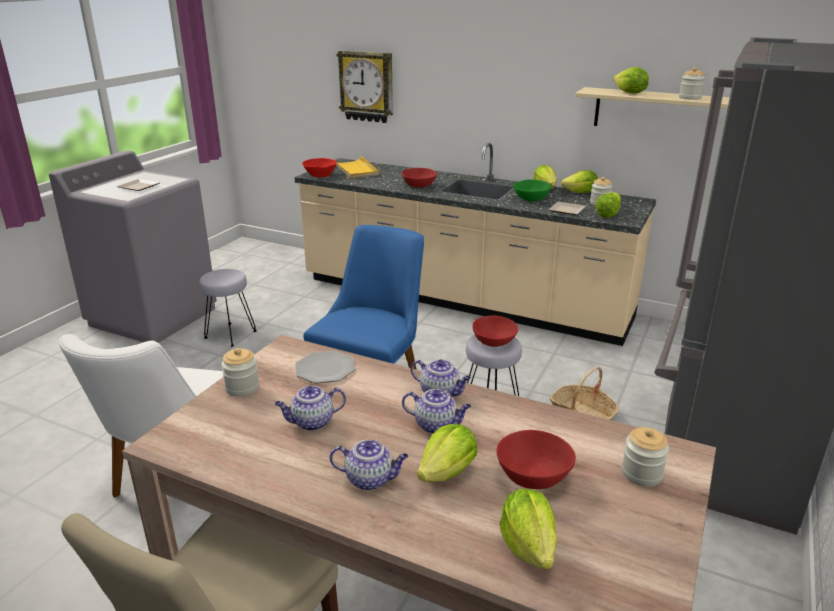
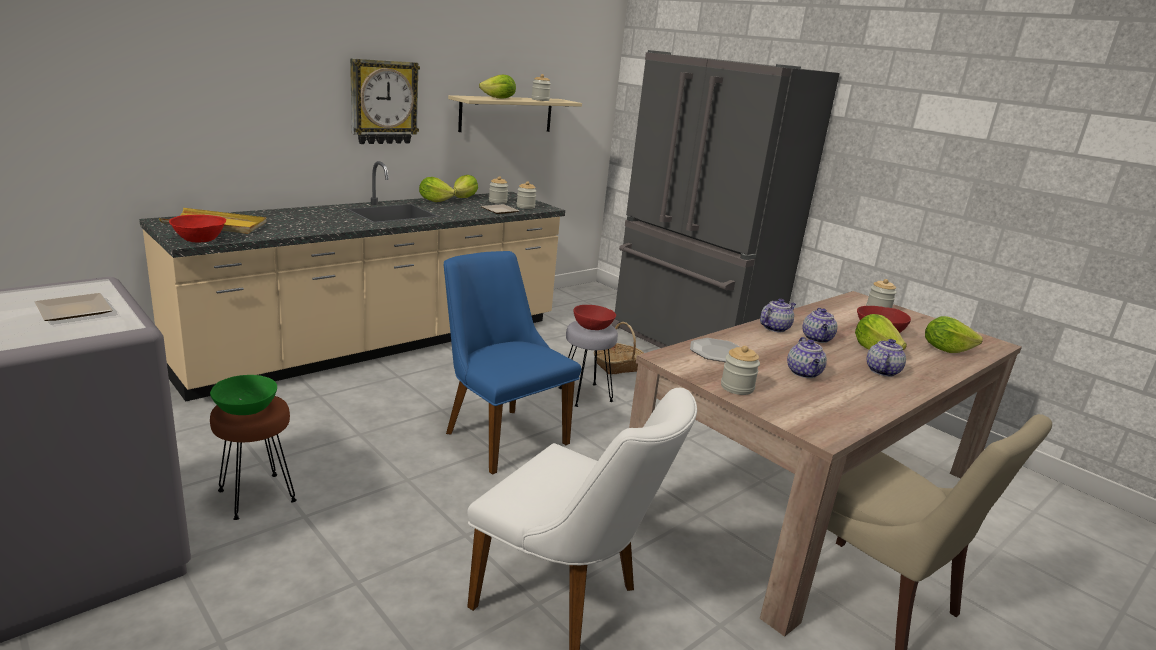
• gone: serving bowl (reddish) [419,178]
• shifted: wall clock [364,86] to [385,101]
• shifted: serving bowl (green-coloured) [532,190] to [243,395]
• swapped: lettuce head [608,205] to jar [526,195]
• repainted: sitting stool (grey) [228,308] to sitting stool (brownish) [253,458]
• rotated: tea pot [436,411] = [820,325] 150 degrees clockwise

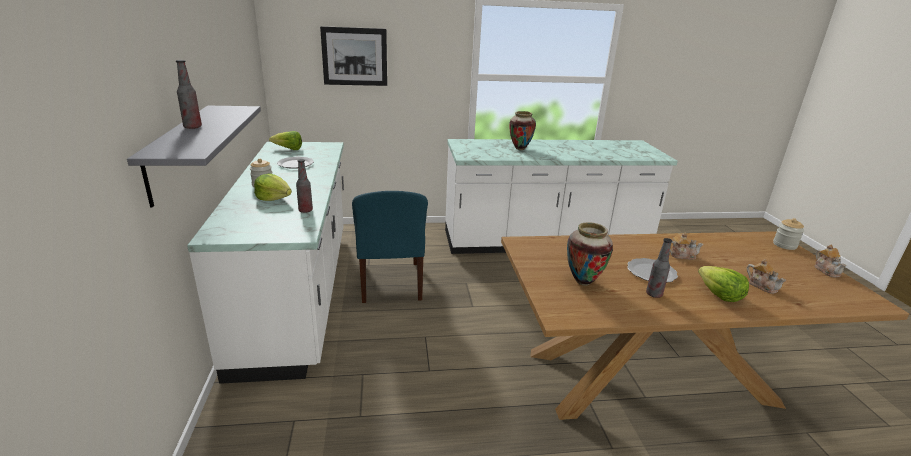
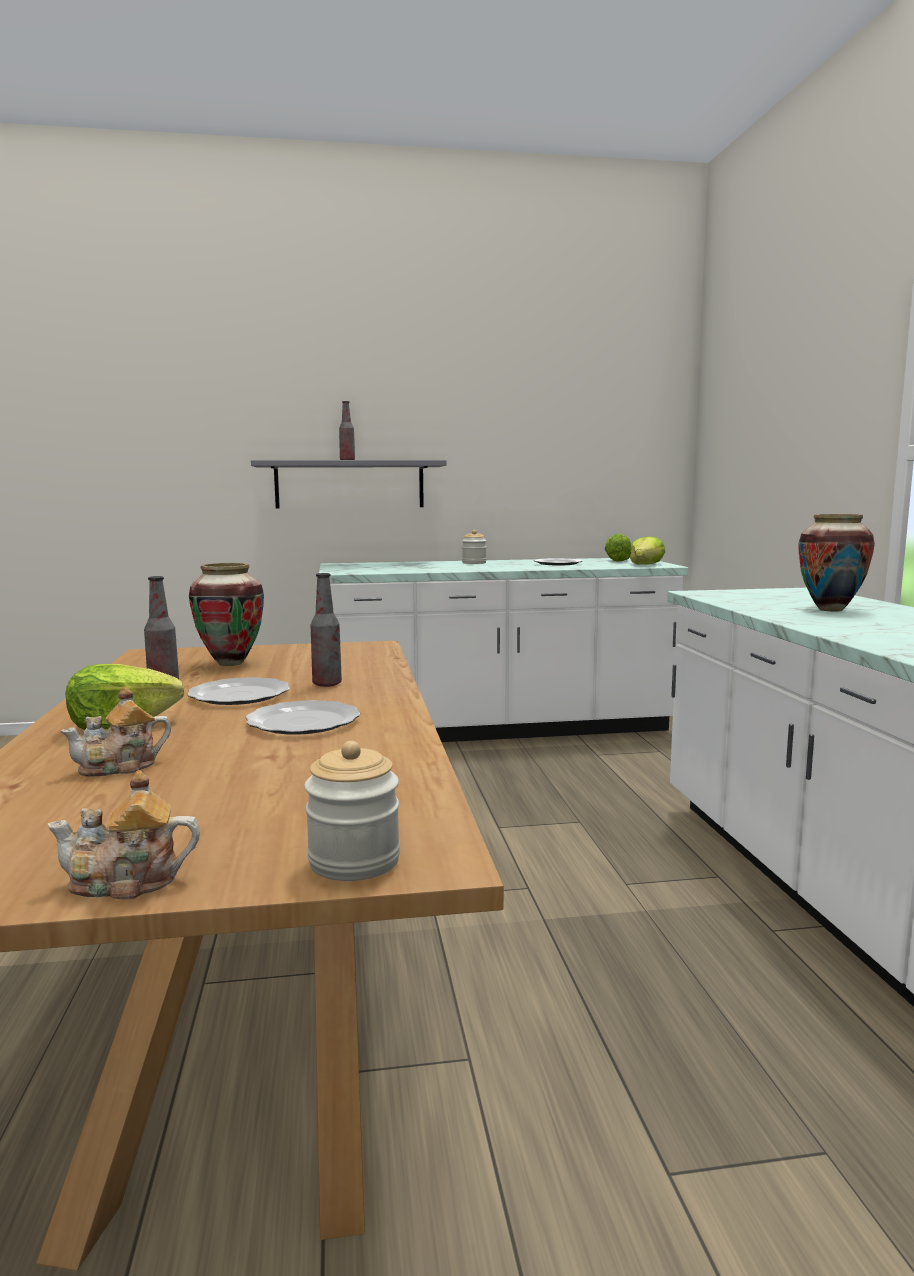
• gone: picture [353,56]
• gone: chair (blue) [390,247]
• shifted: lettuce head [273,187] to [647,550]
• shifted: beverage bottle [304,186] to [326,630]
• swapped: tea pot [687,246] to plate [303,717]

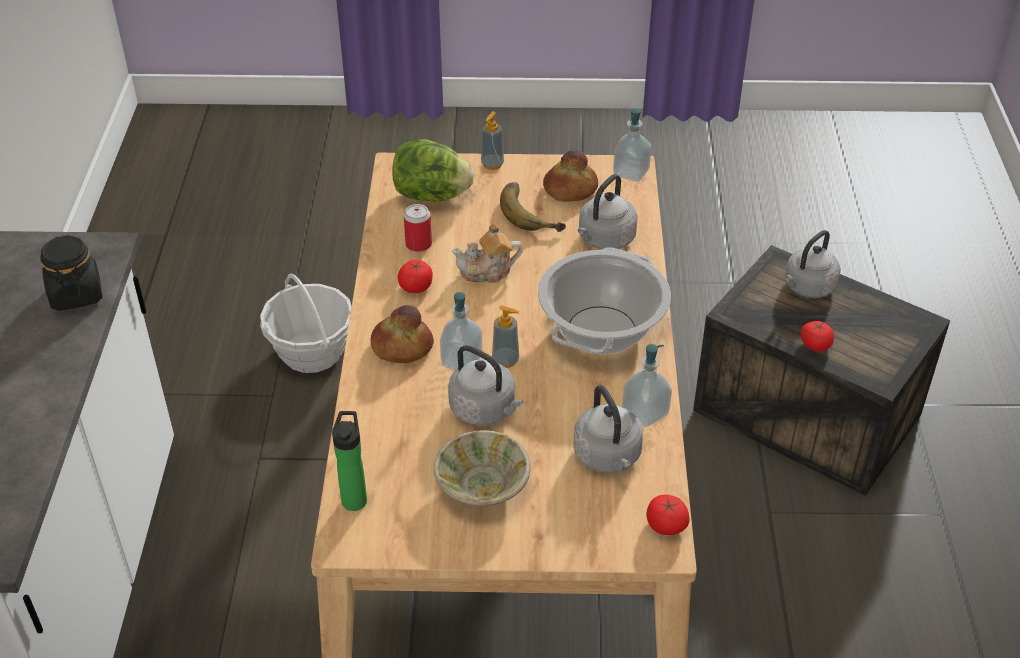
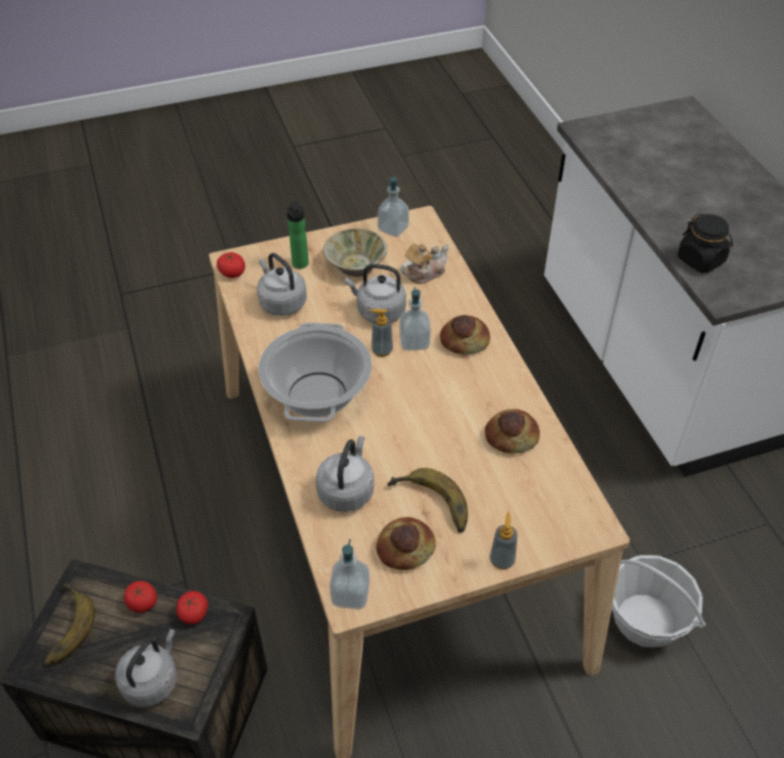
• gone: lettuce head [433,170]
• new: banana fruit [69,625]
• shifted: beverage bottle [349,461] to [298,235]
• shifted: tomato [415,276] to [192,607]
• shifted: tea pot [487,253] to [425,263]
• shifted: liquid soap bottle [647,385] to [393,207]
• swapped: can [418,228] to bakery bread [512,431]

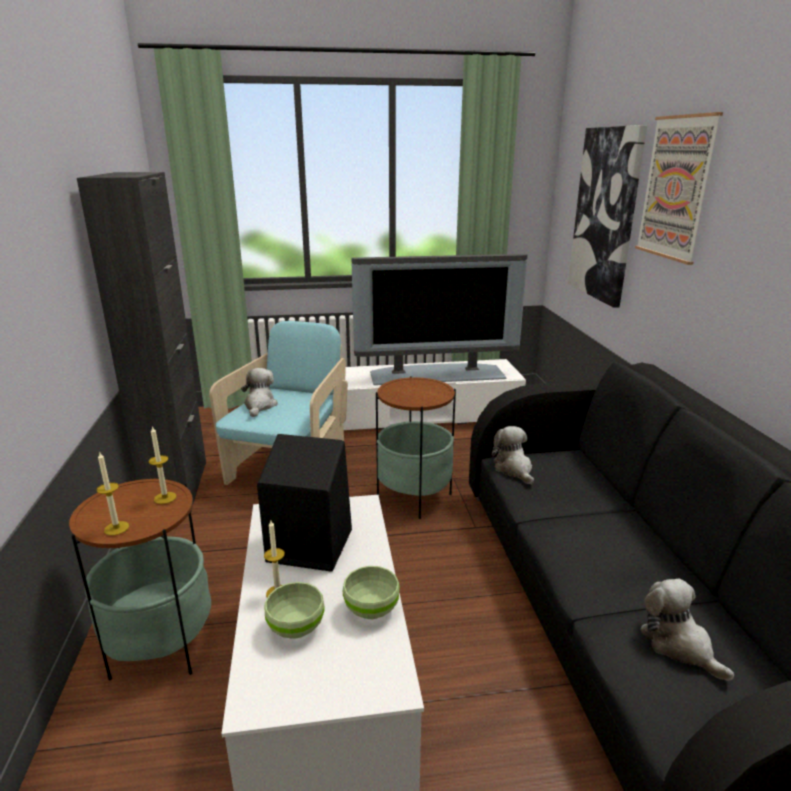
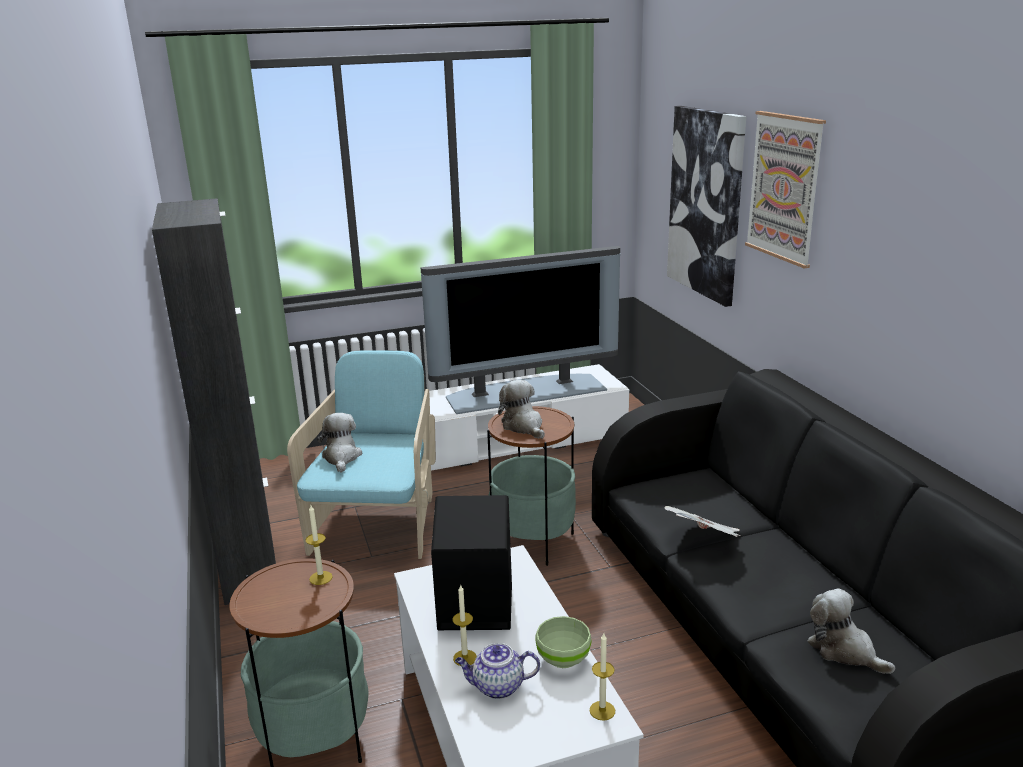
• new: printed paper [702,521]
• shifted: wax light [113,493] to [602,677]
• shifted: cuddly toy [513,455] to [521,409]
• swapped: serving bowl (green-coloured) [295,610] to tea pot [497,671]

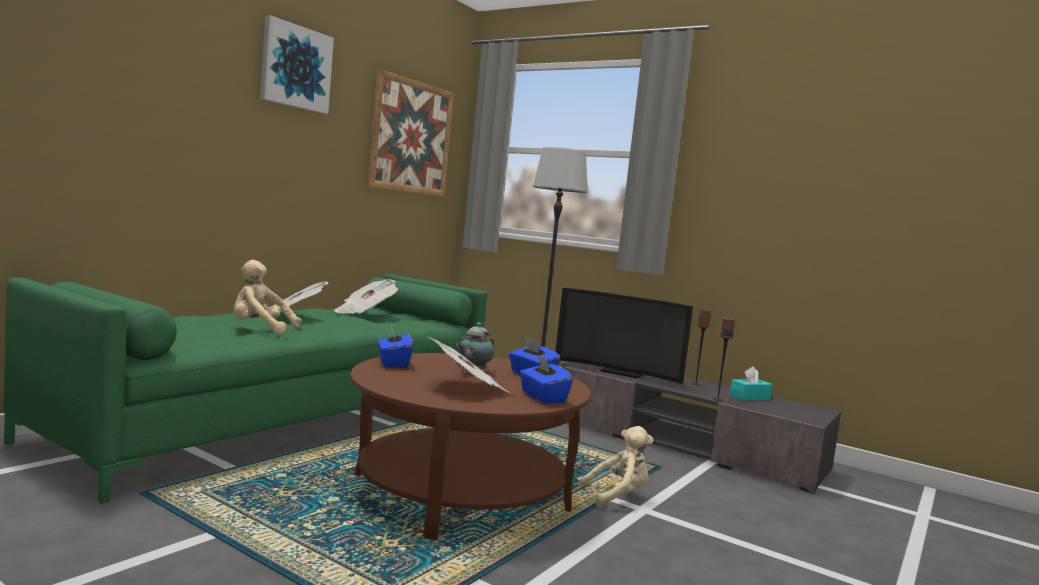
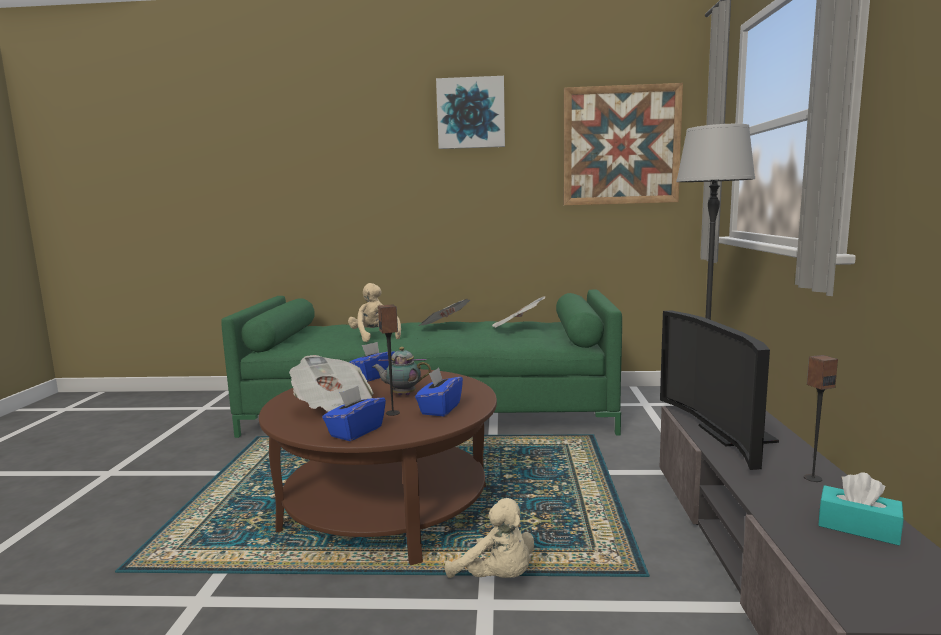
• shifted: speaker [723,359] to [389,360]

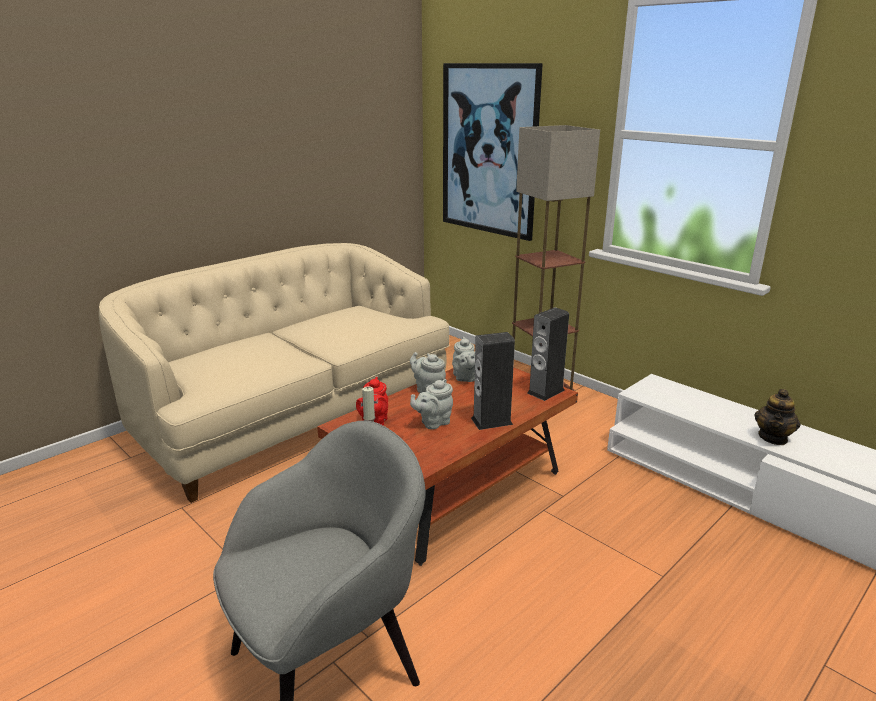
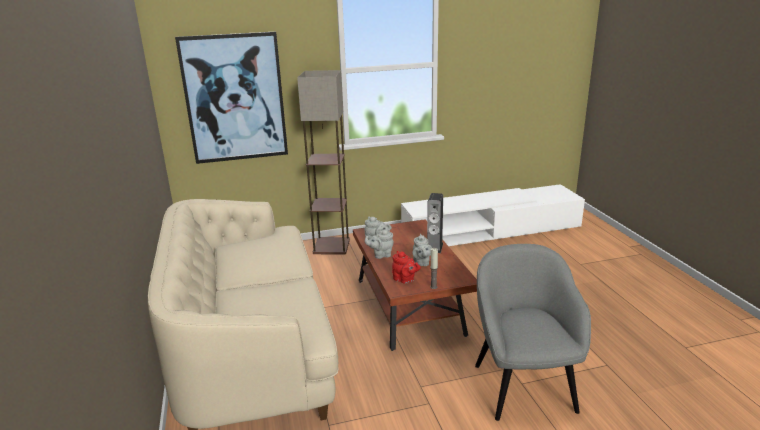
• gone: speaker [548,354]
• gone: tea pot [777,417]

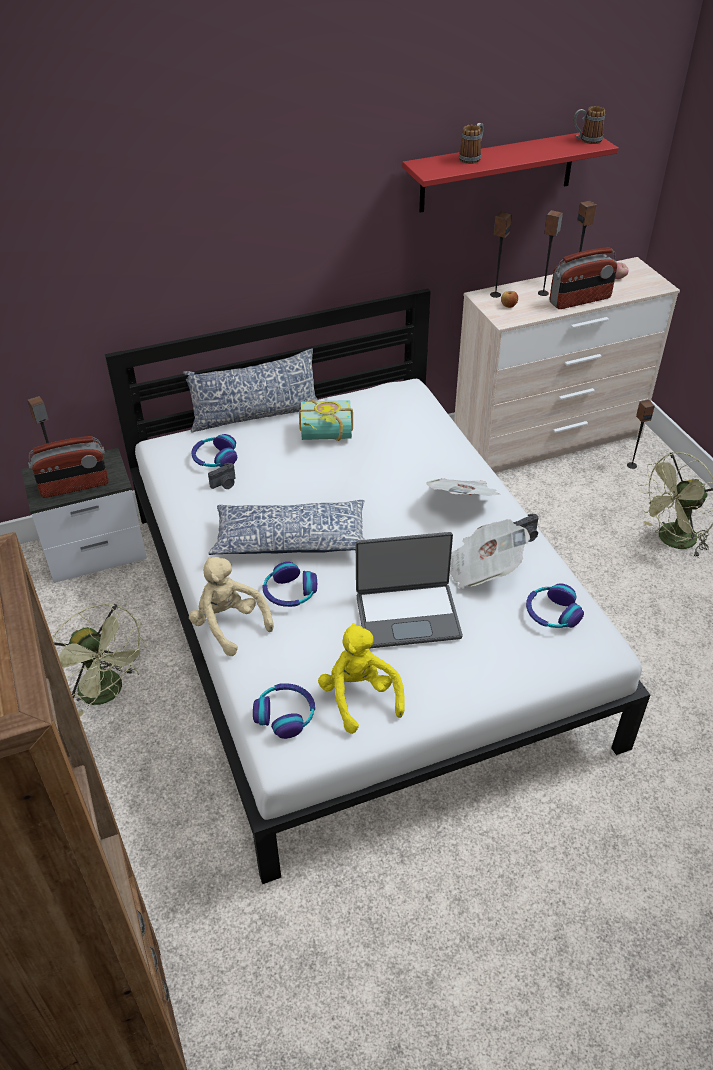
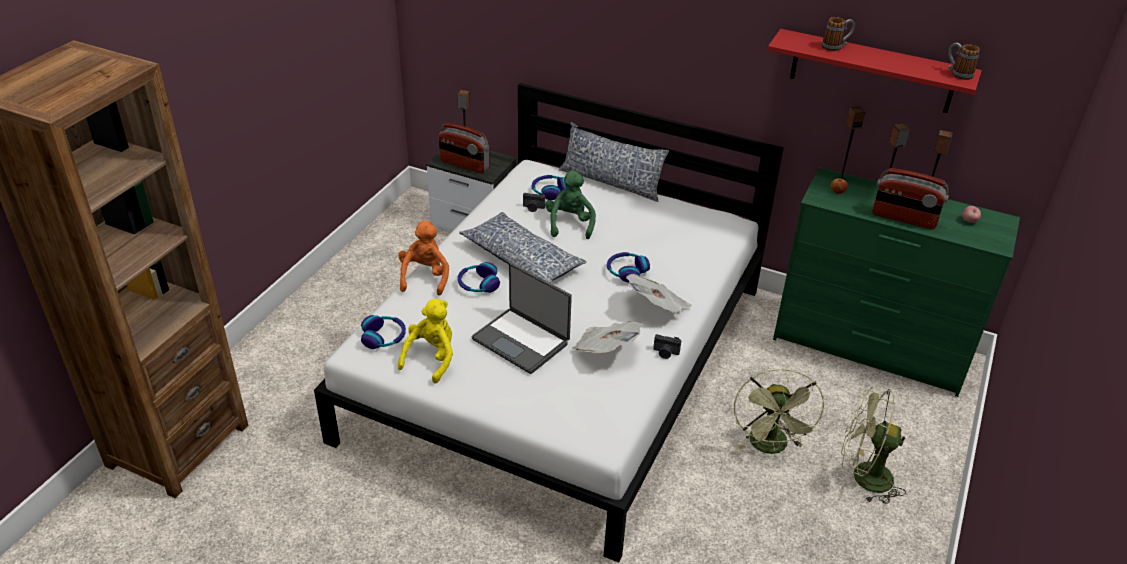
• gone: bound book [326,420]
• gone: speaker [641,434]
• new: cuddly toy (green-coloured) [570,204]
• shifted: fan (green-coloured) [100,660] to [780,411]
• shifted: headset [555,606] to [628,267]
• repainted: cuddly toy (beige-coloured) [231,606] to cuddly toy (orange) [423,258]
• repainted: dresser (beige-coloured) [567,365] to dresser (green-coloured) [896,282]

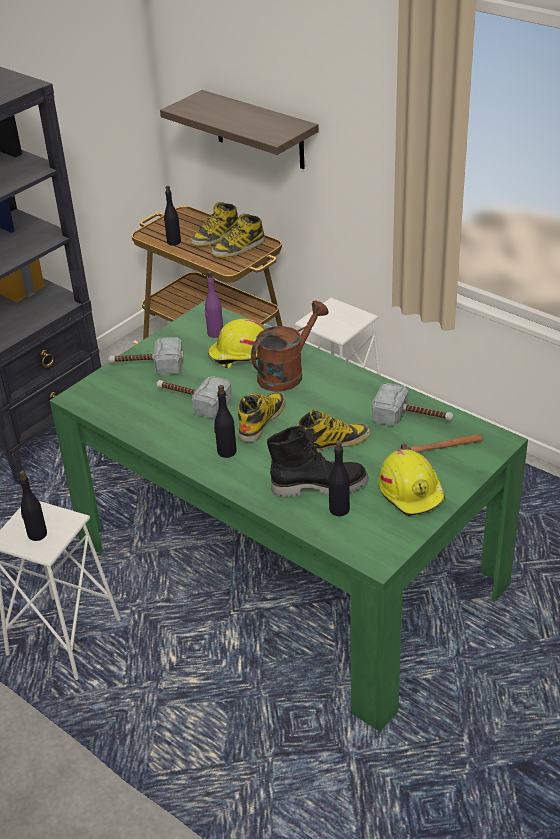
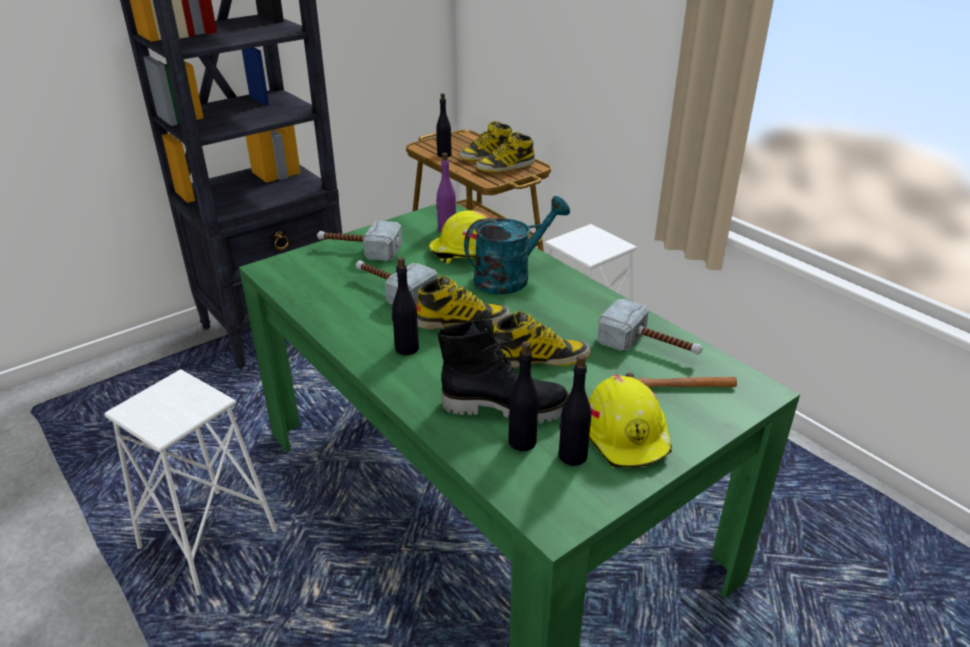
• gone: shelf [239,129]
• shifted: beverage bottle (black-coloured) [33,506] to [575,410]
• repainted: sprinkling can (brownish) [290,346] to sprinkling can (blue-green) [517,245]
• rotated: high-top boot [262,417] = [463,302] 45 degrees clockwise

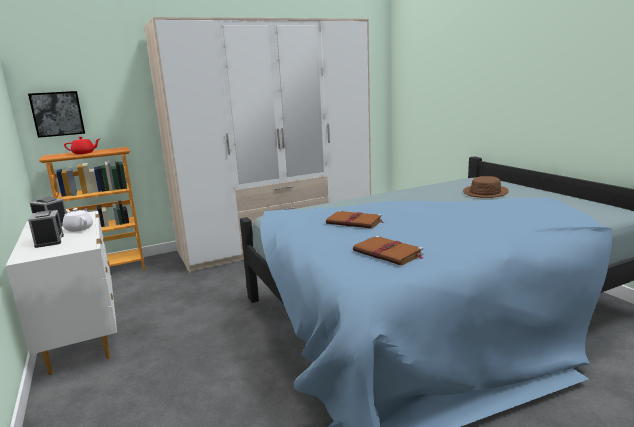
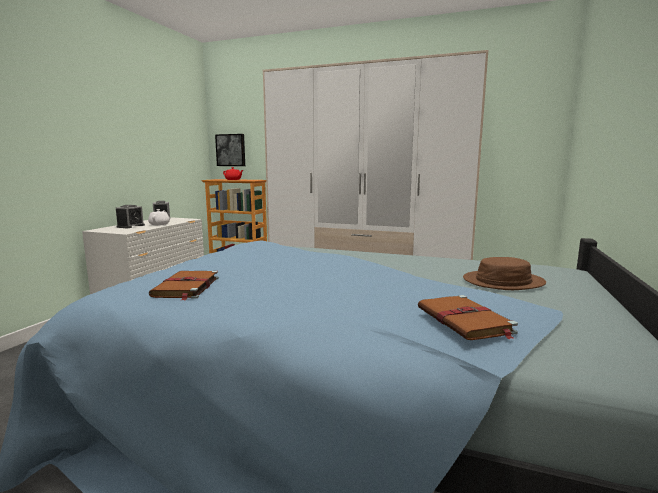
• shifted: bound book (brownish) [354,219] to [468,317]

